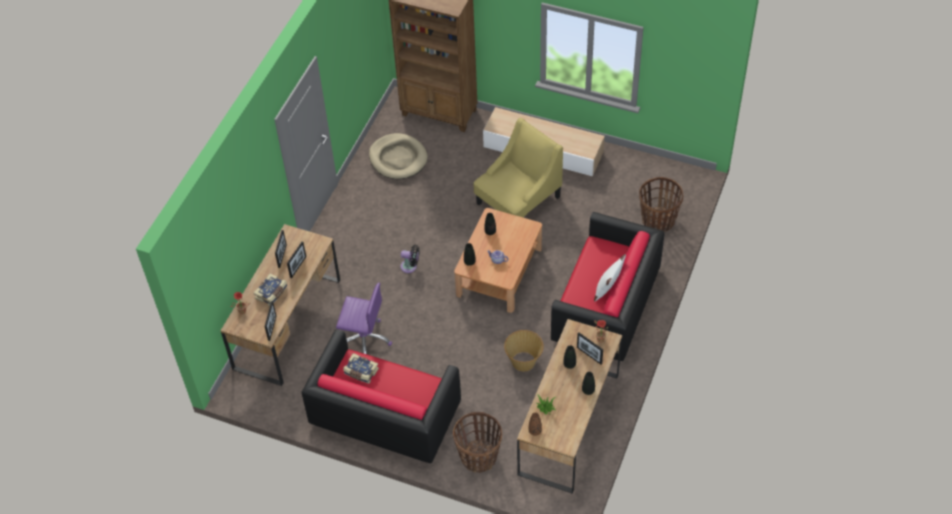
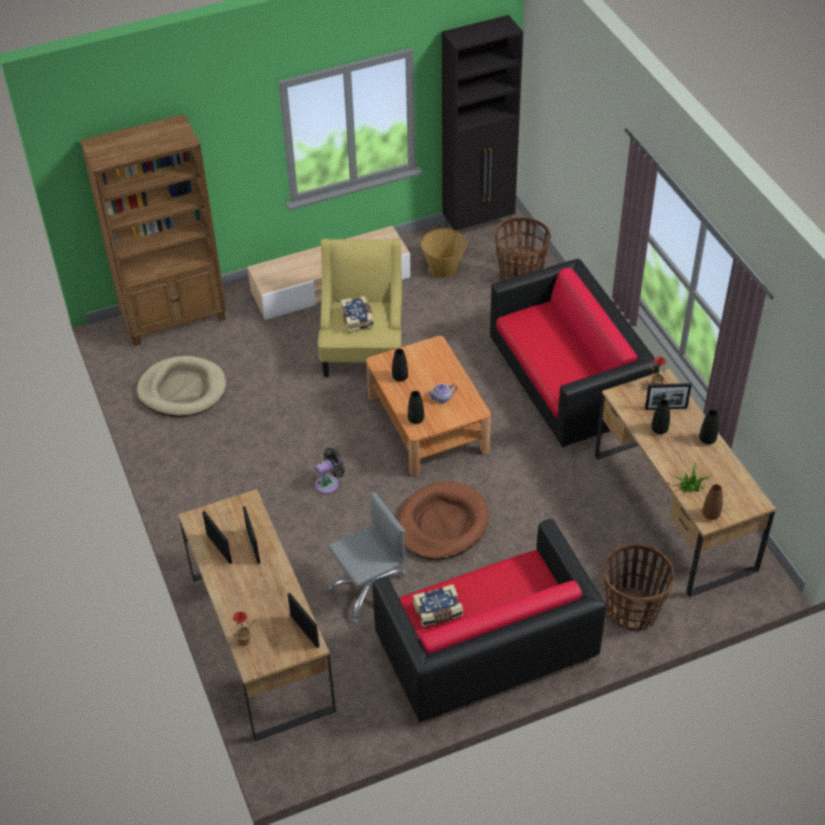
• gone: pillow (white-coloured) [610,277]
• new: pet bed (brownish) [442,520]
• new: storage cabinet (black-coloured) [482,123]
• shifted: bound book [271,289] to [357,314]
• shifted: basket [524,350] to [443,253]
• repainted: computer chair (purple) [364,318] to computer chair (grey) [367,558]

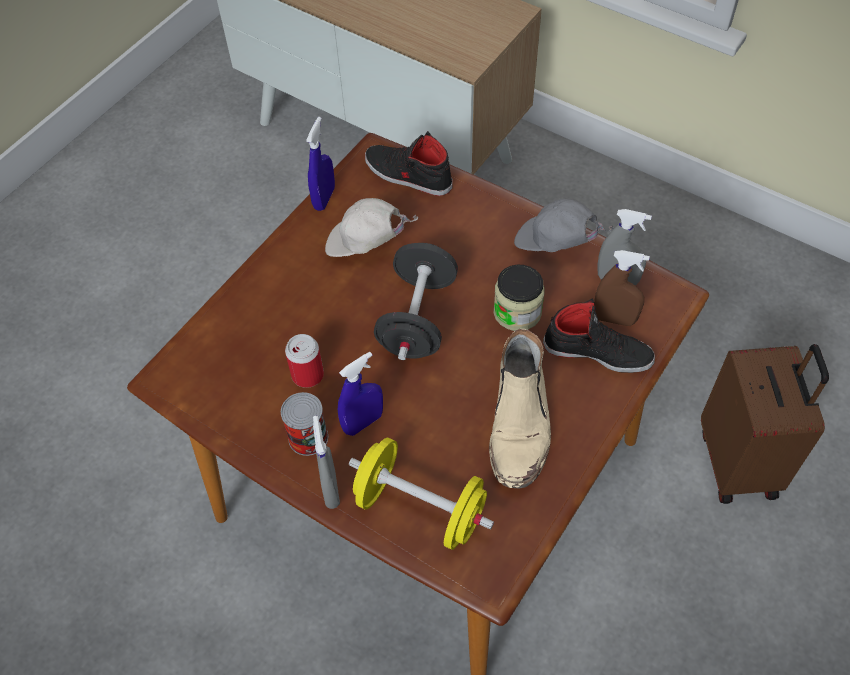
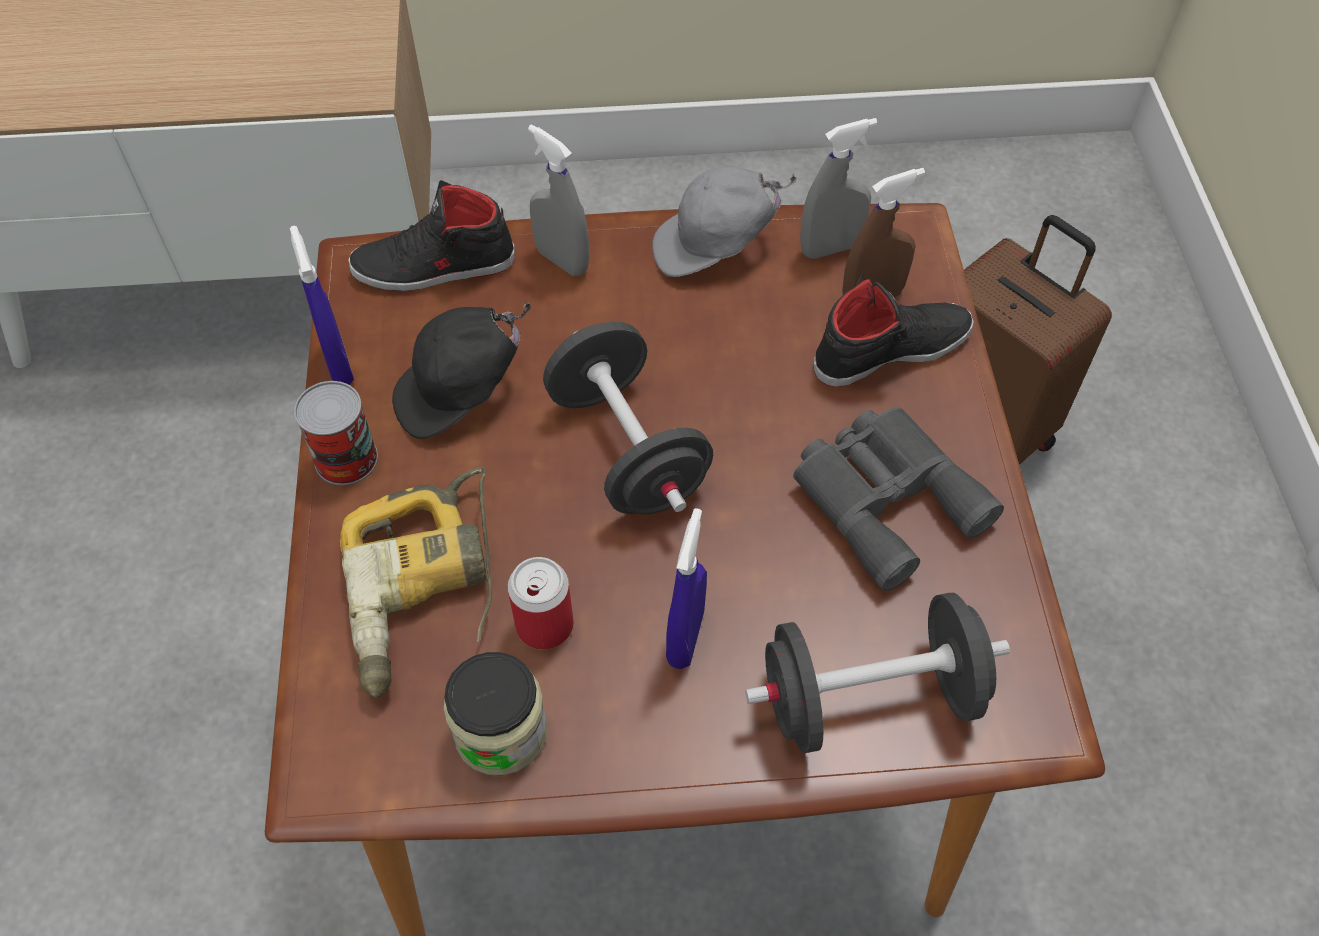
• new: power drill [416,582]
• shifted: can [304,424] to [336,433]
• shifted: sprayer (grey) [326,462] to [558,200]
• shifted: jar [519,298] to [496,713]
• swapped: high-top boot (beige-coloured) [520,409] to field glasses (grey) [898,499]
• repainted: baseball cap (white-coloured) [371,227] to baseball cap (black-coloured) [461,370]
• repainted: free weight (yellow) [421,494] to free weight (black-coloured) [877,673]

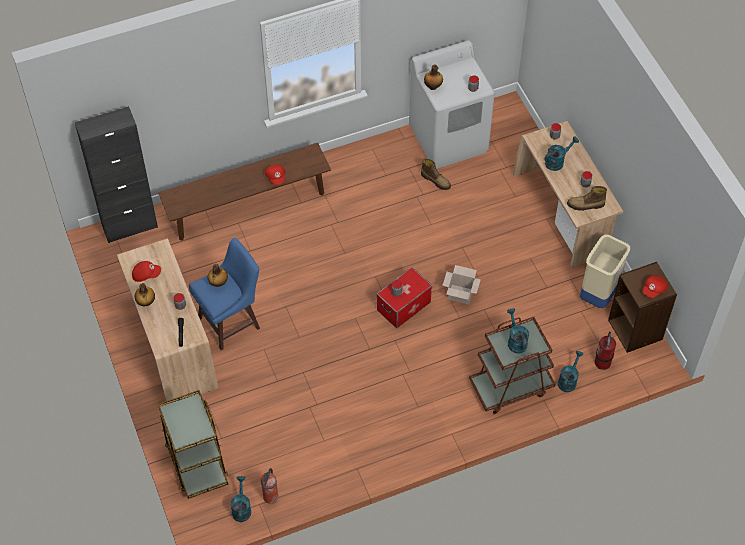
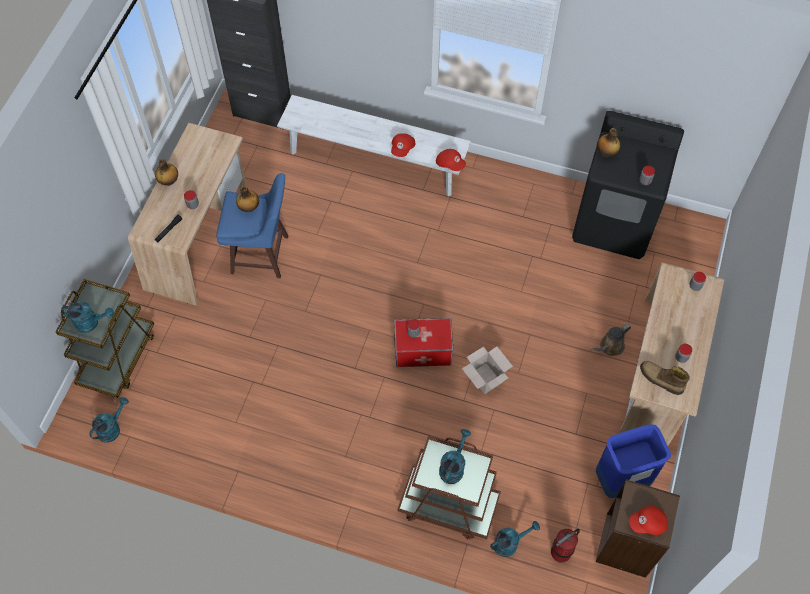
• gone: fire extinguisher [269,486]
• gone: high-top boot [436,174]
• new: sprinkling can (brownish) [610,340]
• shifted: baseball cap (reddish) [146,271] to [451,160]
• shifted: sprinkling can (blue-green) [561,153] to [87,317]
• repainted: indoor bench (brownish) [244,192] to indoor bench (white-coloured) [374,145]
• repainted: washing machine (white-coloured) [452,104] to washing machine (black-coloured) [628,185]
• repainted: trash can (beige-coloured) [605,271] to trash can (blue) [633,461]

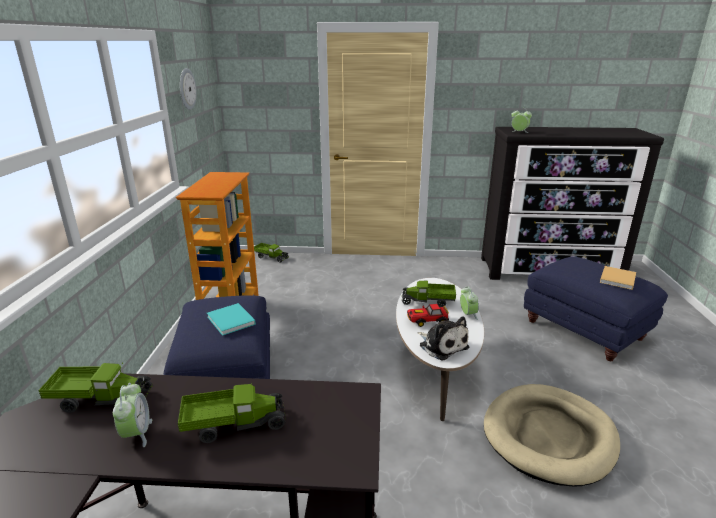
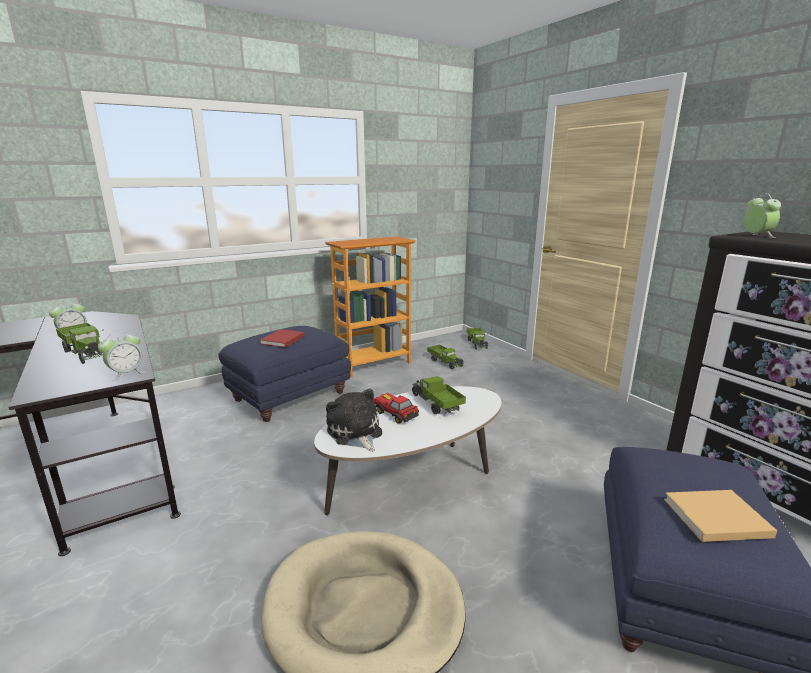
• gone: wall clock [188,89]
• shifted: model truck [95,387] to [445,357]
• shifted: table clock [469,303] to [121,355]
• repainted: bound book (blue-green) [231,319] to bound book (reddish) [282,338]
• rotated: cuddly toy [443,338] = [354,420] 135 degrees clockwise

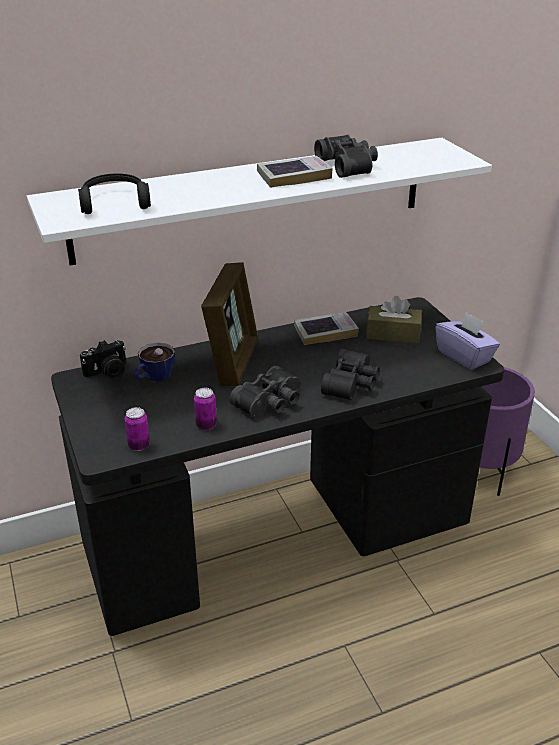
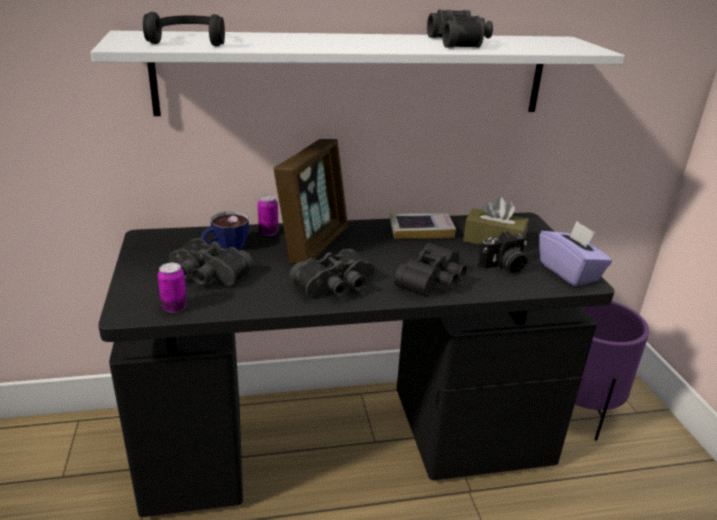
• gone: bound book [295,172]
• new: field glasses (black-coloured) [211,262]
• shifted: photo camera [103,359] to [503,252]
• shifted: can [205,409] to [268,215]

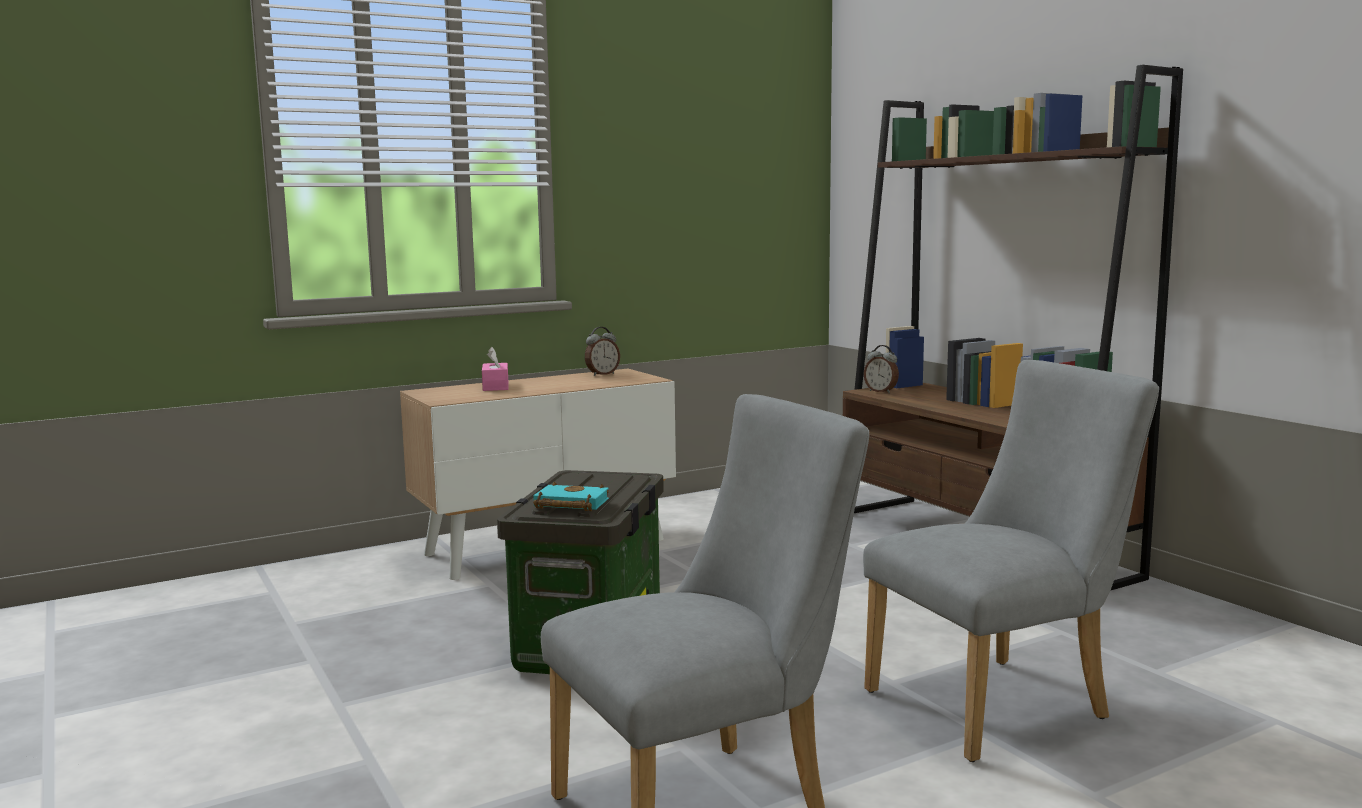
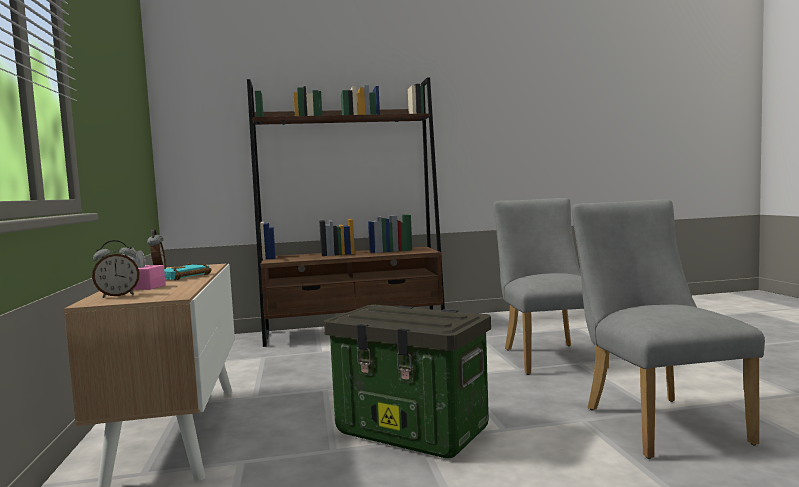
• shifted: bound book (blue-green) [571,496] to [188,271]
• shifted: table clock [881,369] to [116,269]

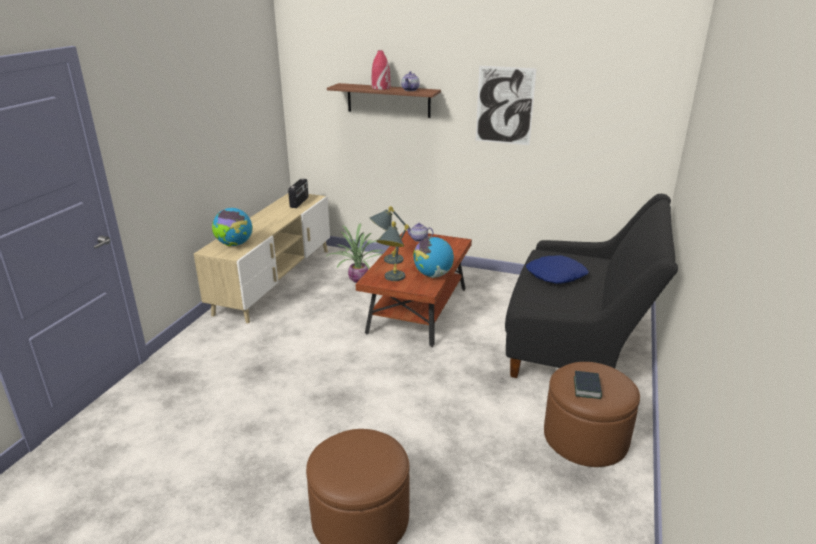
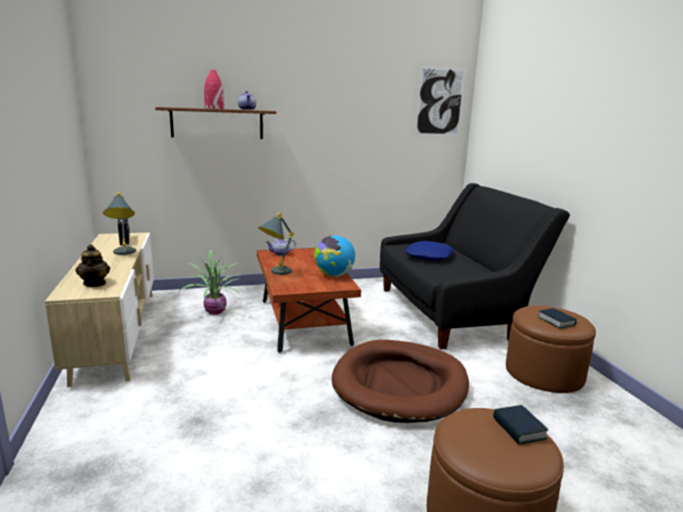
• new: pet bed (brownish) [400,381]
• new: bound book [520,425]
• shifted: lamp for a table (grey) [390,251] to [119,223]
• shifted: picture [506,105] to [440,100]
• swapped: world globe [232,227] to tea pot [93,265]

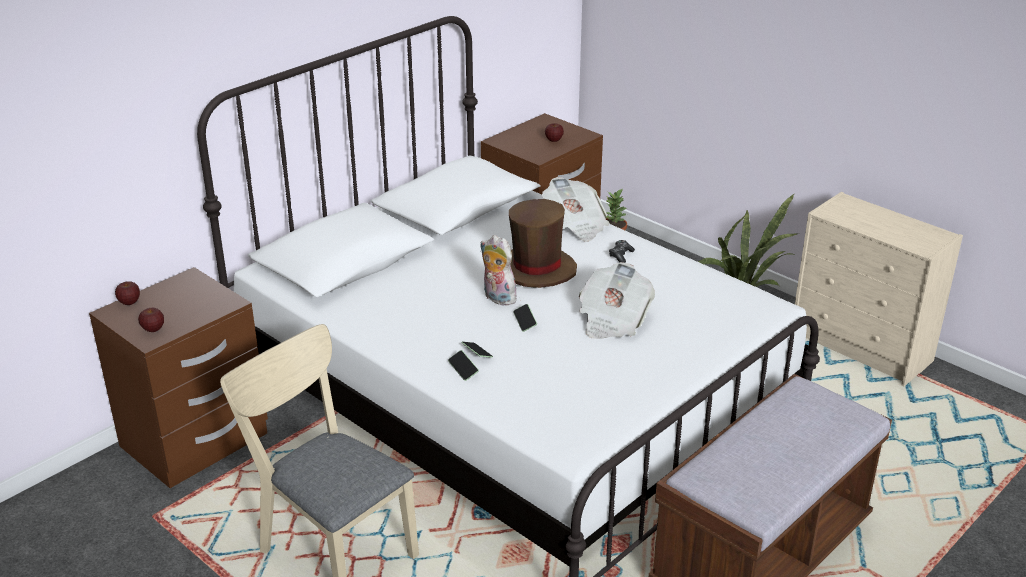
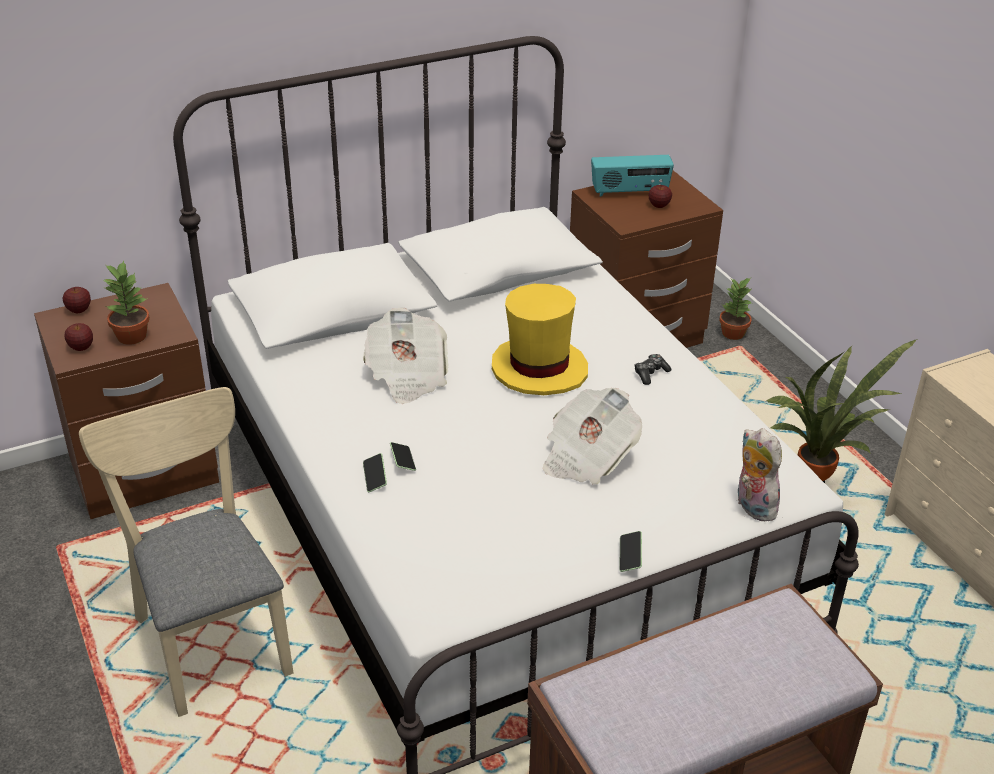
• new: plant in a pot [126,303]
• new: radio set [632,175]
• shifted: cuddly toy [499,270] to [759,474]
• shifted: phone [525,318] to [630,551]
• shifted: printed paper [576,209] to [406,356]
• repainted: wearable hat (brownish) [543,243] to wearable hat (yellow) [540,339]

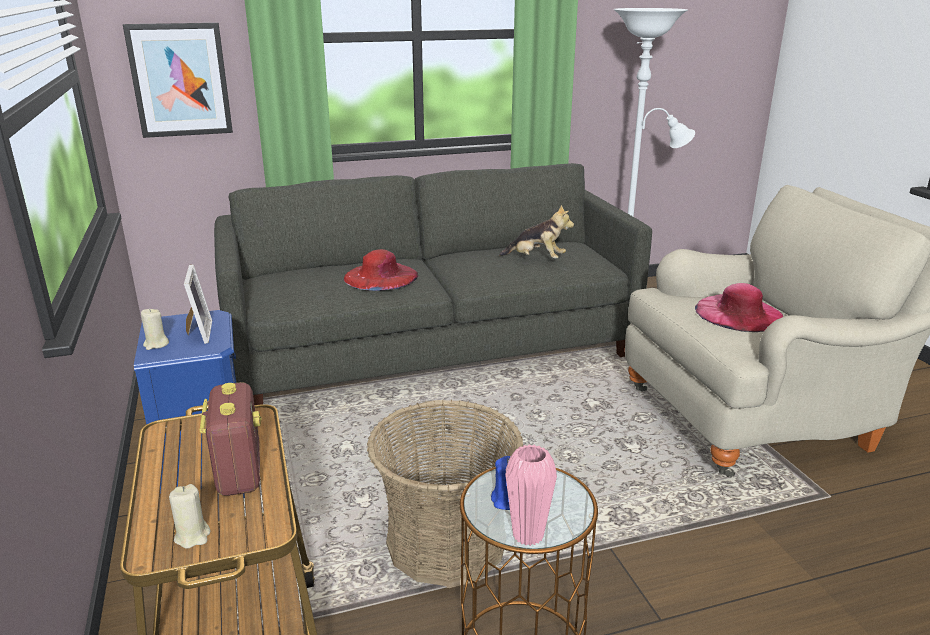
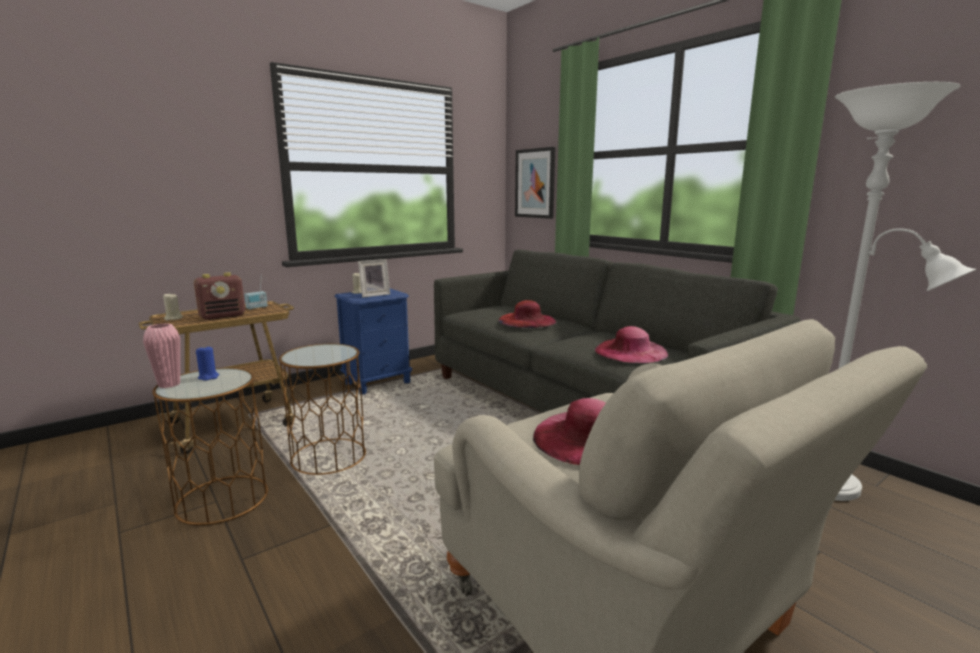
• new: radio set [256,292]
• swapped: basket [445,494] to accent table (brownish) [322,409]
• swapped: cuddly toy [536,232] to wearable hat (pinkish) [631,344]

